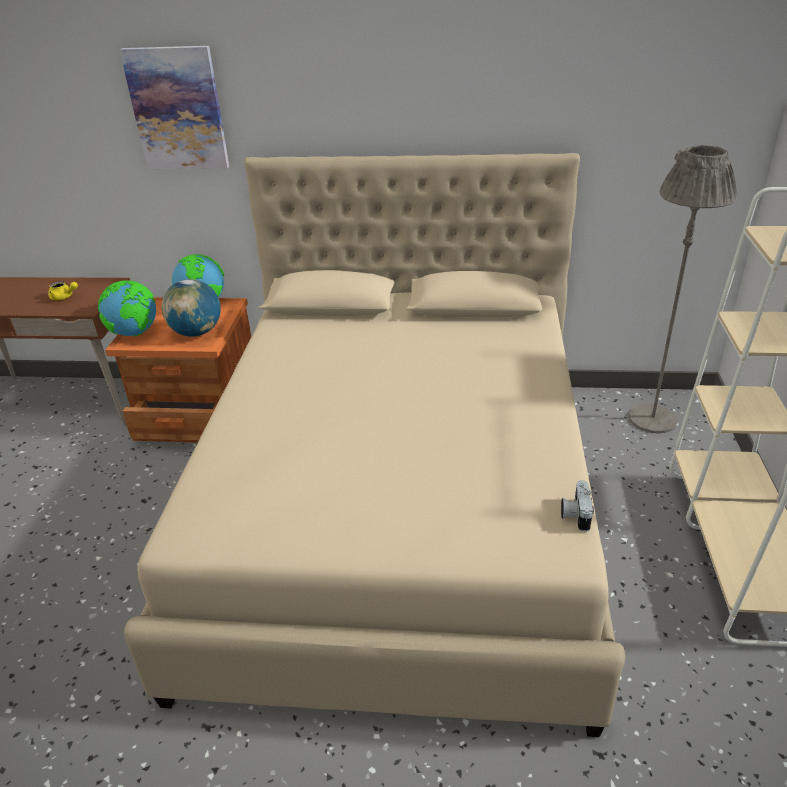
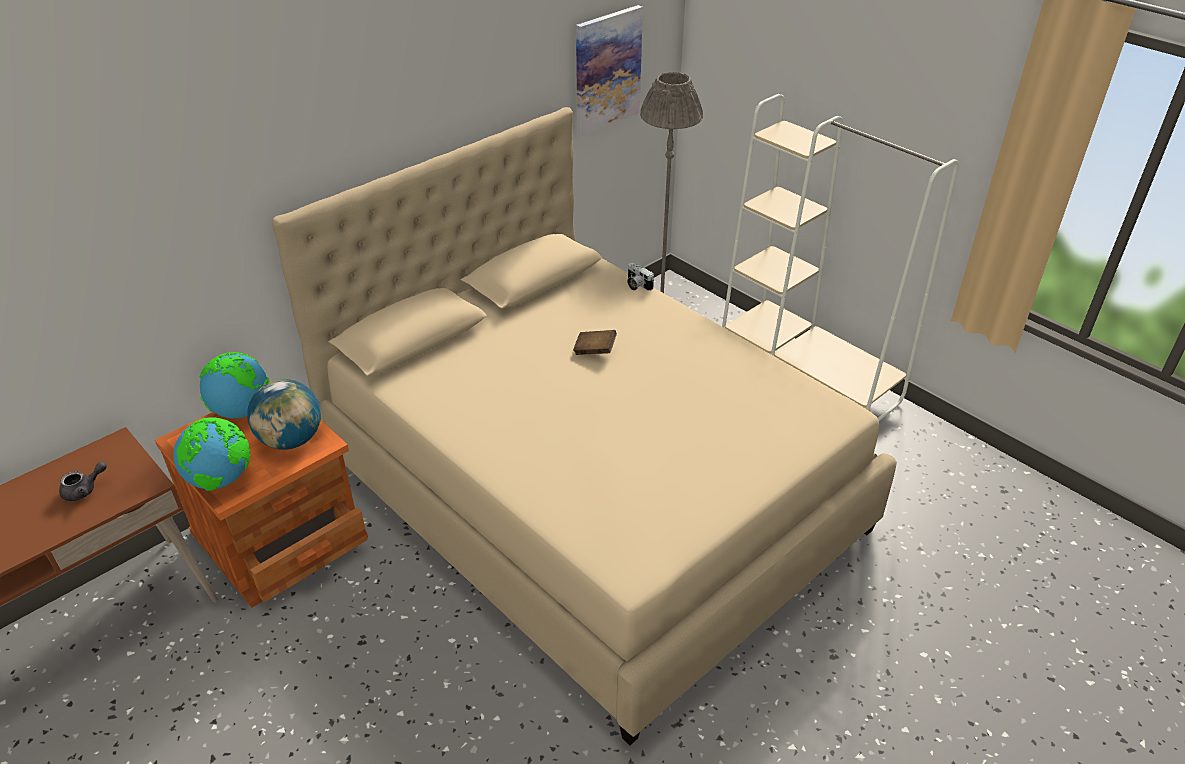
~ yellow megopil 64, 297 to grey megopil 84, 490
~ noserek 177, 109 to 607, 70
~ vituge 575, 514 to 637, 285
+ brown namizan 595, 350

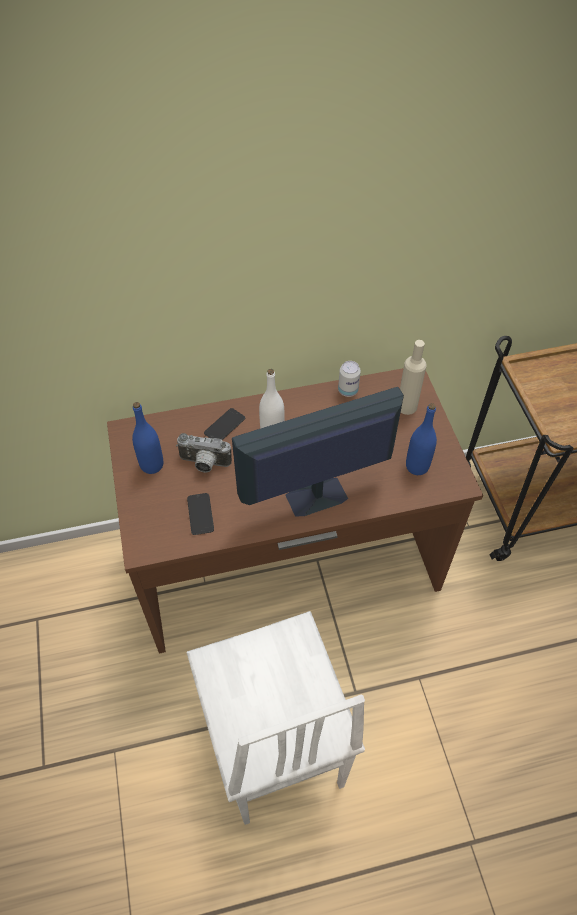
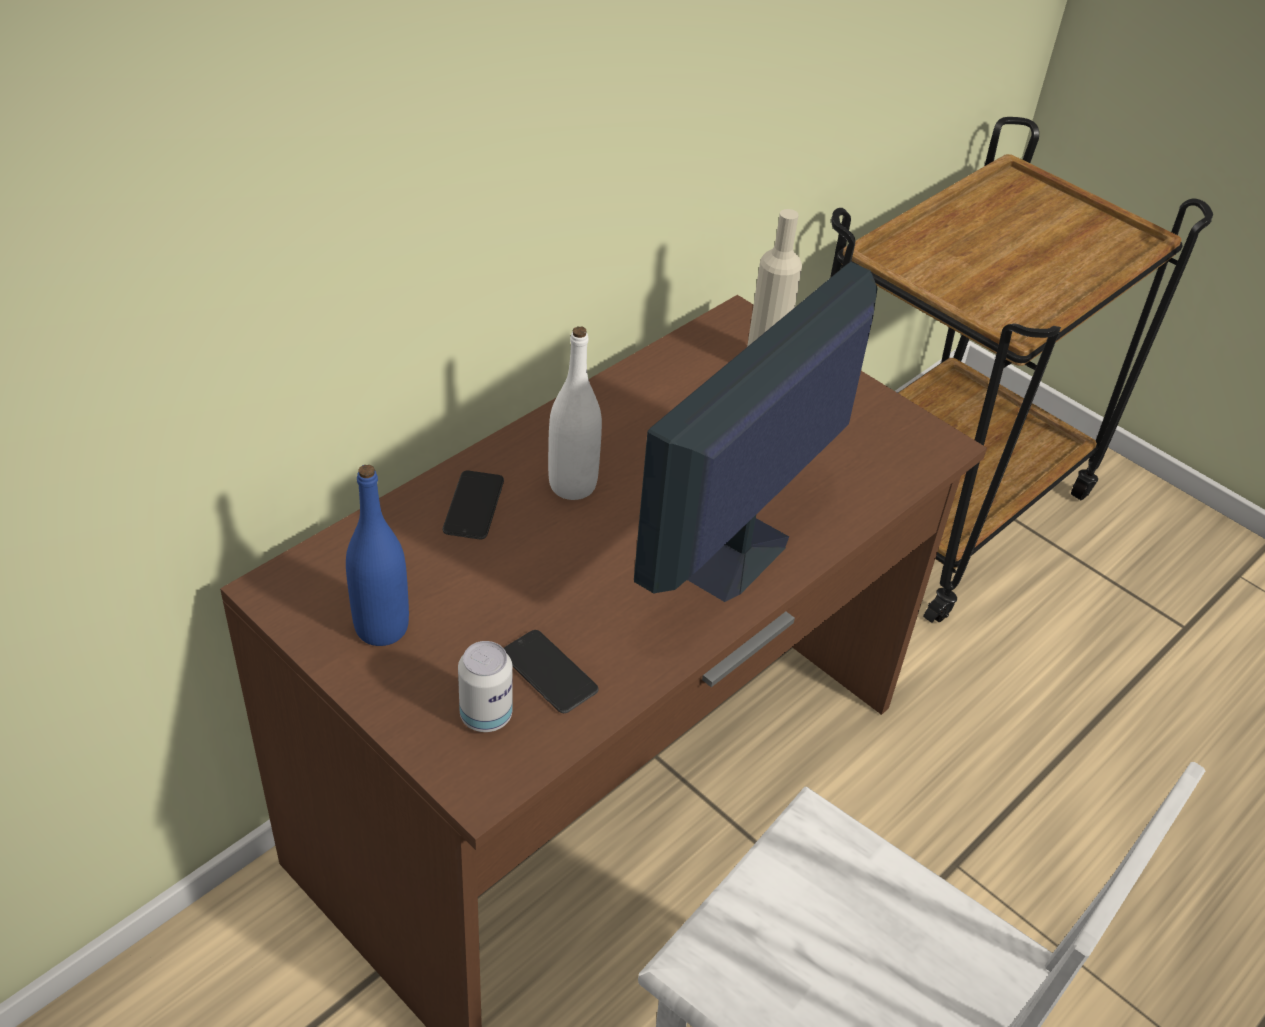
- vituge 204, 464
~ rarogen 348, 390 to 486, 715
- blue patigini 417, 466

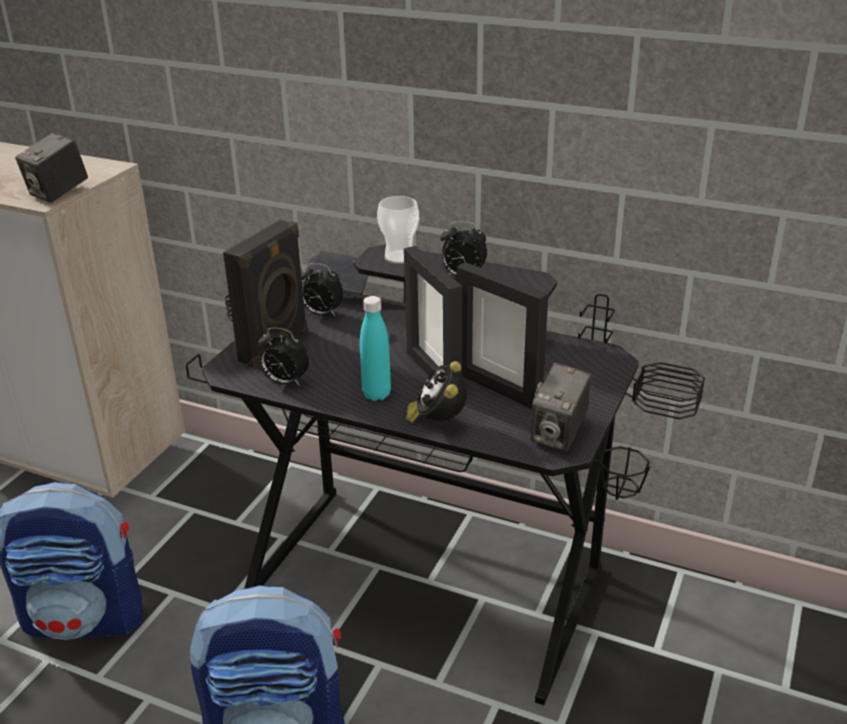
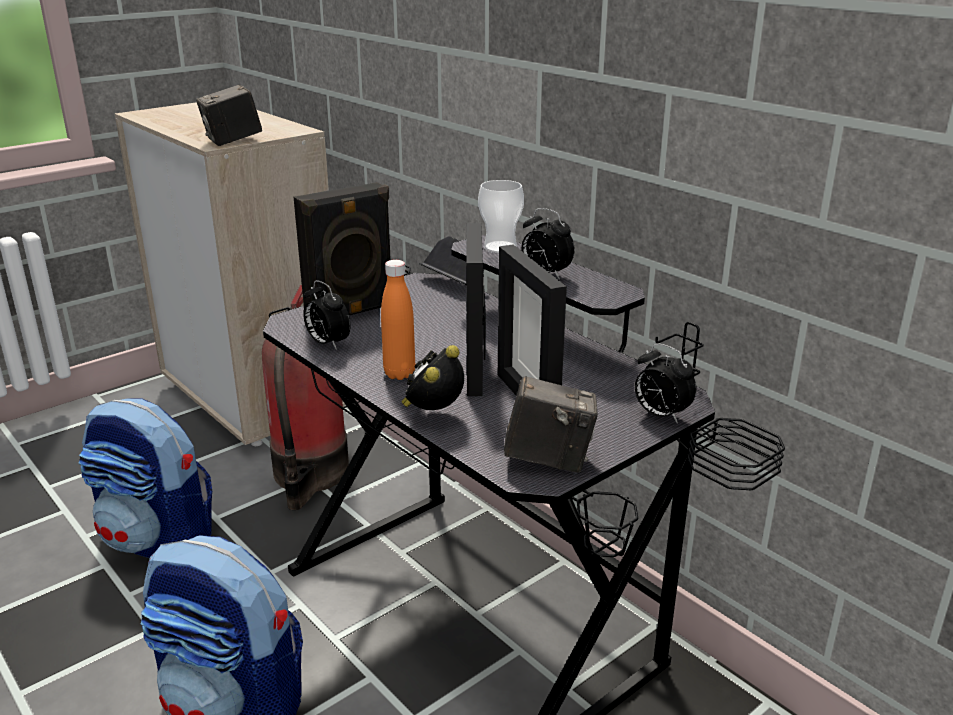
~ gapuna 322, 314 to 660, 415
~ turquoise patigini 376, 394 to orange patigini 399, 374
~ vituge 558, 435 = 548, 459 135 degrees counterclockwise
+ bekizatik 309, 475

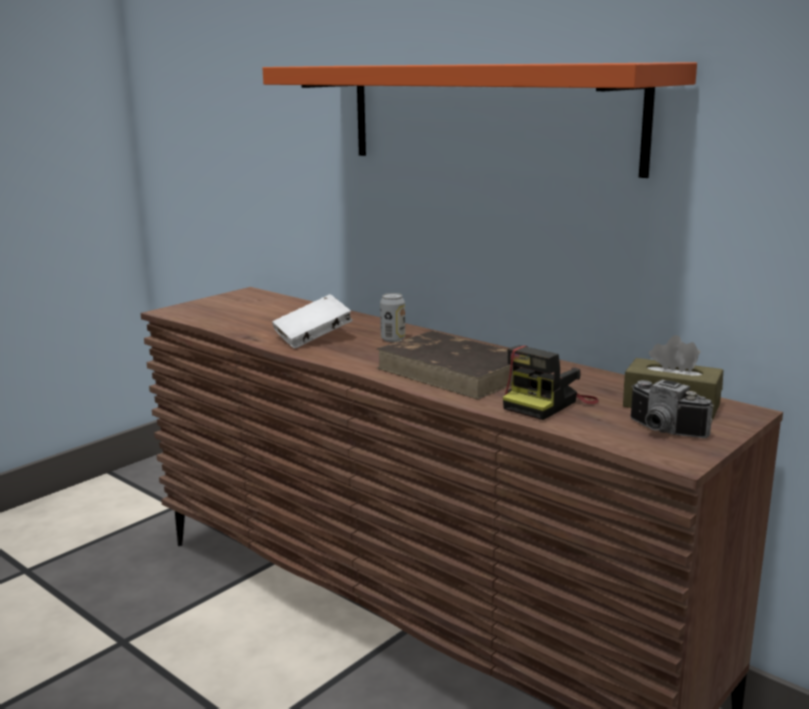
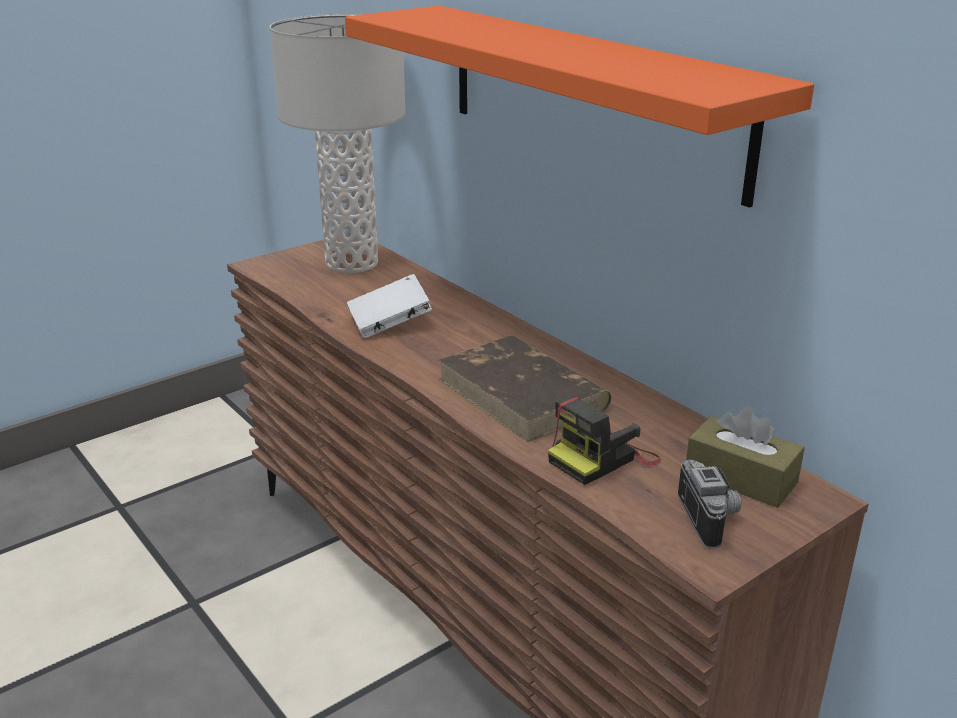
- rarogen 393, 339
~ vituge 662, 431 = 712, 519 150 degrees counterclockwise
+ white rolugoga 352, 263

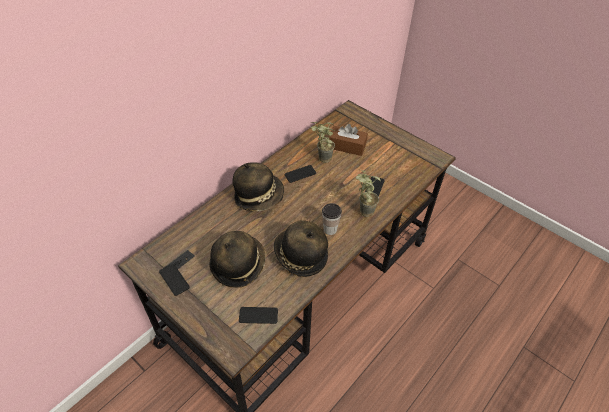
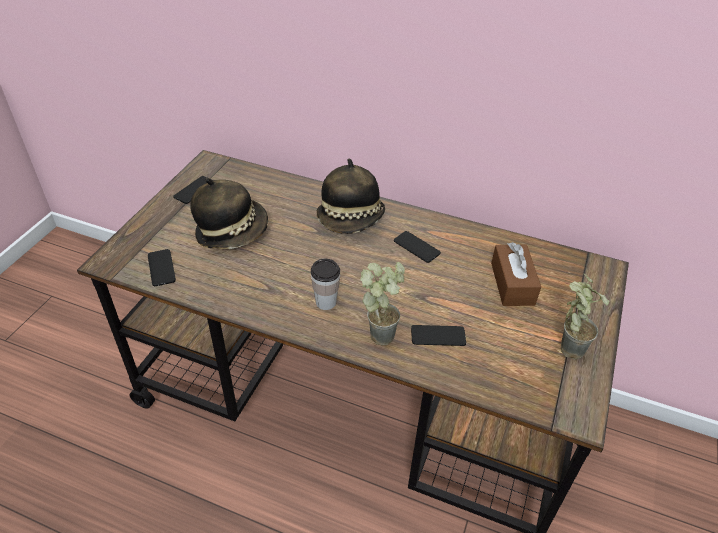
- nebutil 300, 256
~ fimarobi 320, 159 to 566, 345

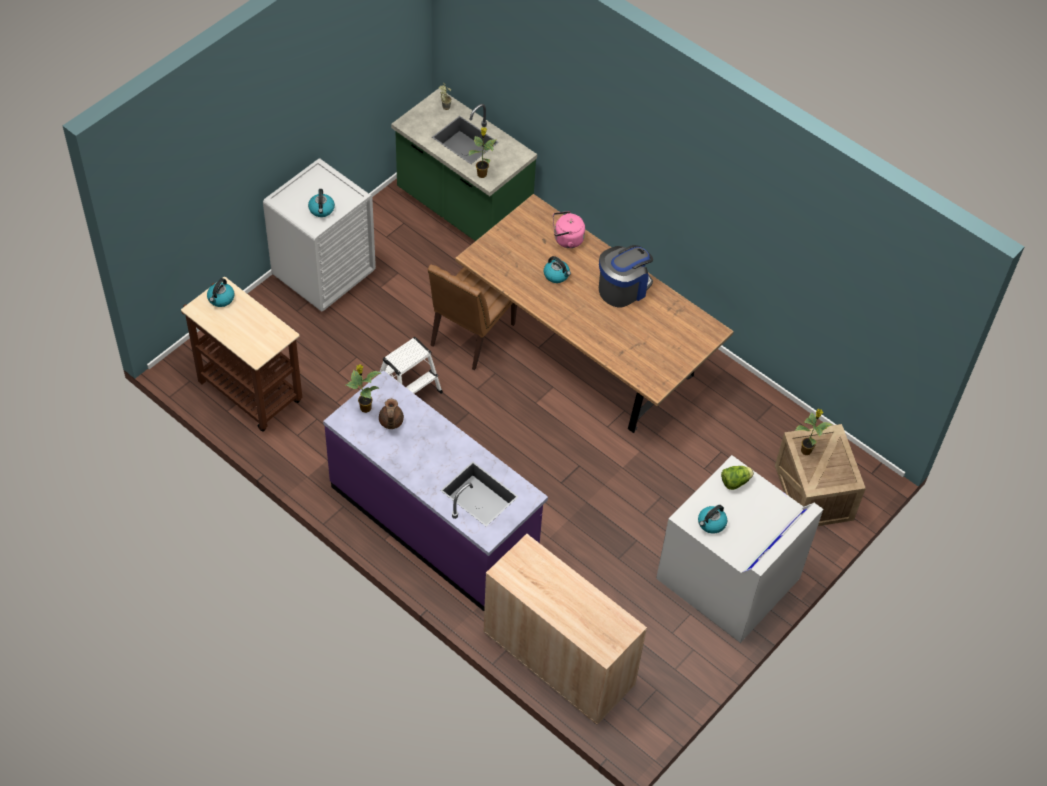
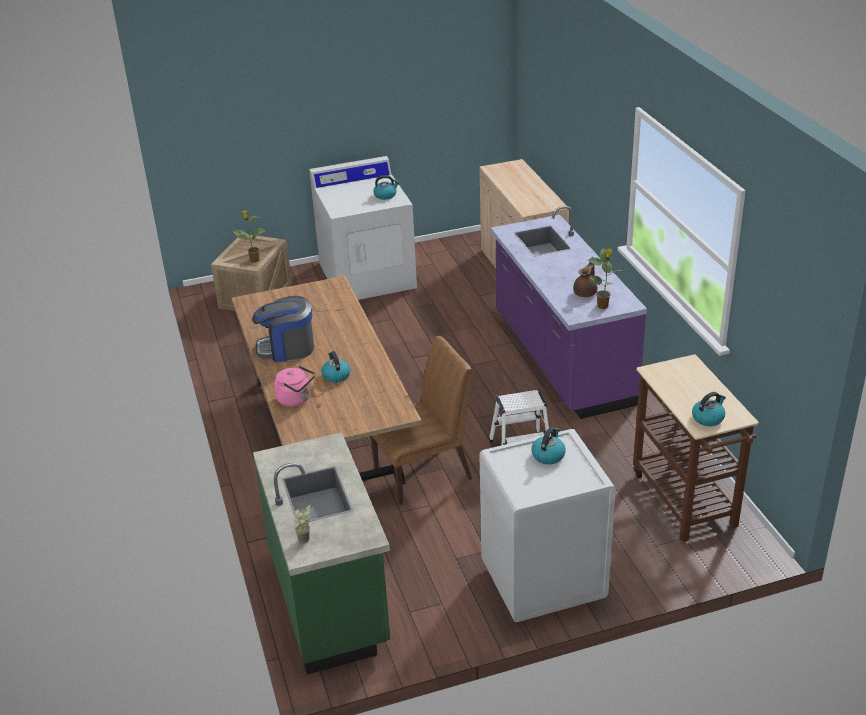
- fimarobi 482, 173
- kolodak 735, 482

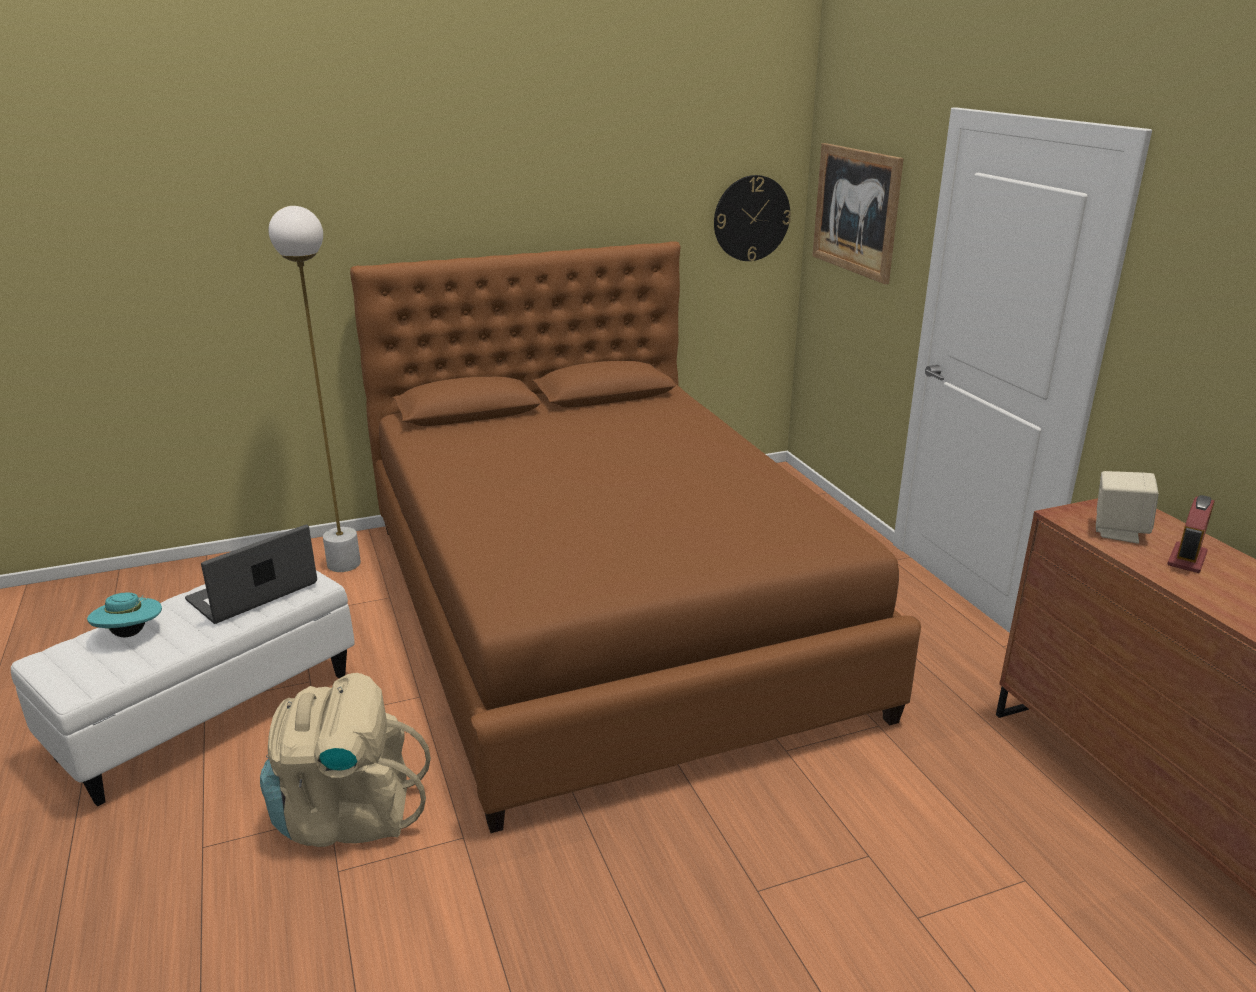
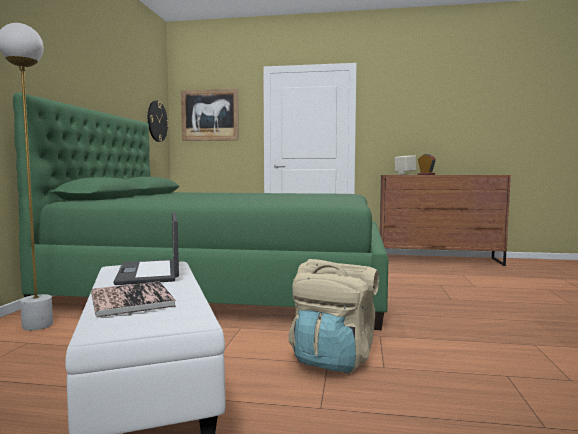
~ turquoise nebutil 130, 634 to namizan 131, 300
~ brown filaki 602, 611 to green filaki 229, 286

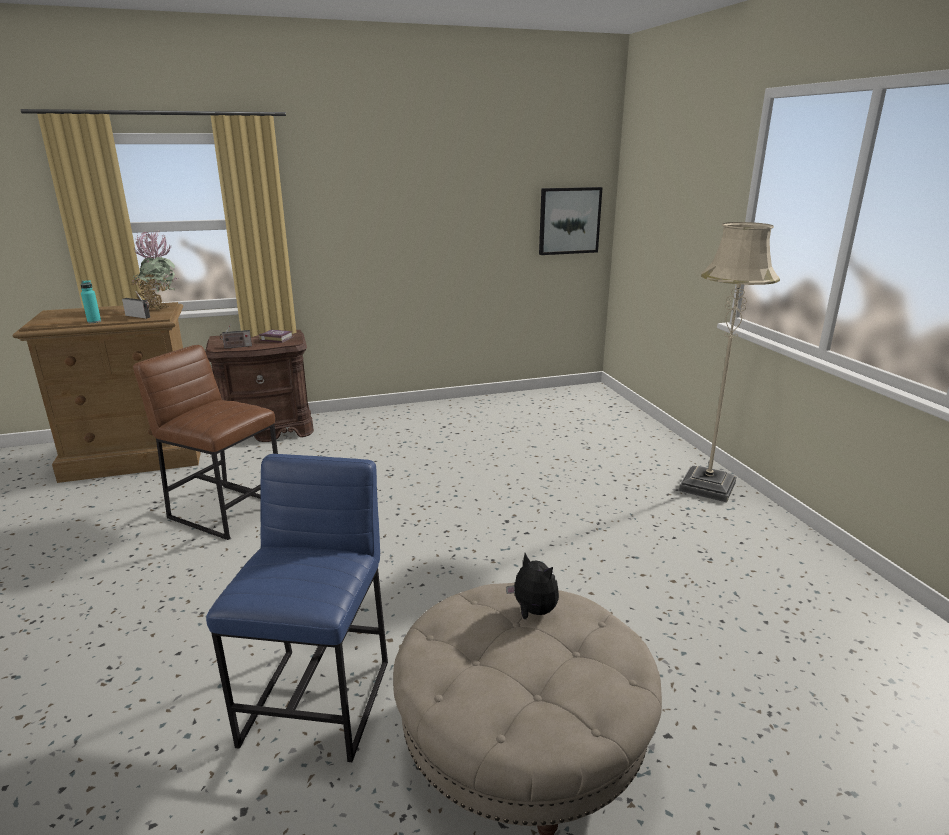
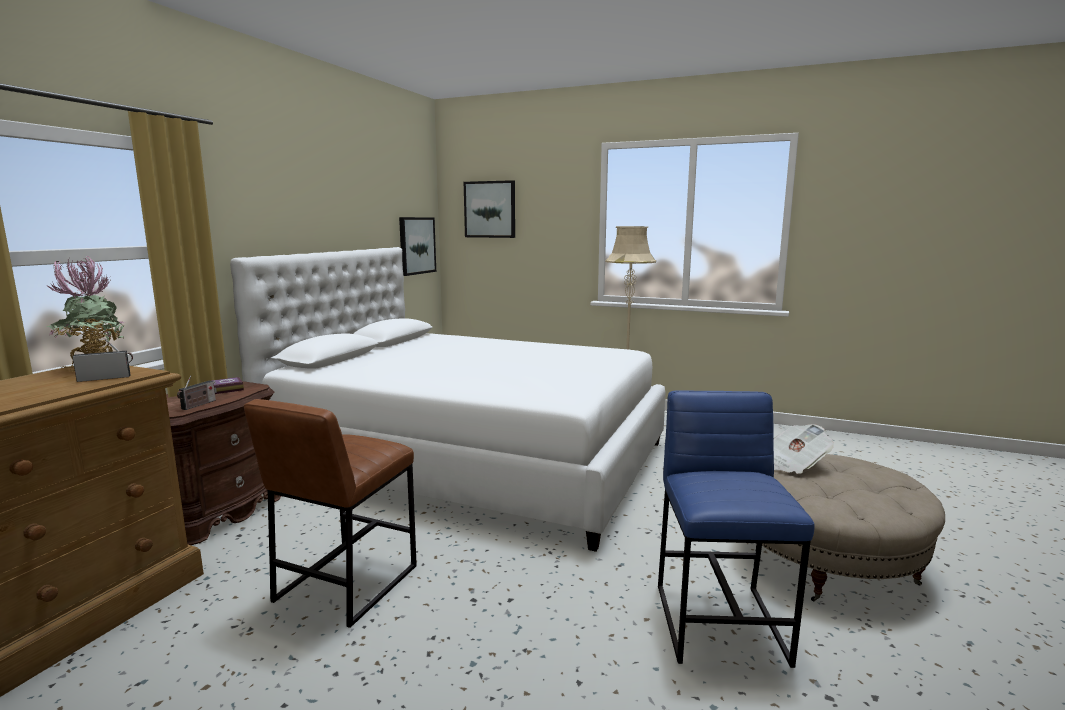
- turquoise patigini 94, 321
~ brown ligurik 225, 510 = 345, 584 45 degrees counterclockwise
~ blue ligurik 318, 699 = 719, 621 45 degrees clockwise
~ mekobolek 533, 612 to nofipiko 793, 464
+ white filaki 470, 458
+ noserek 490, 209

